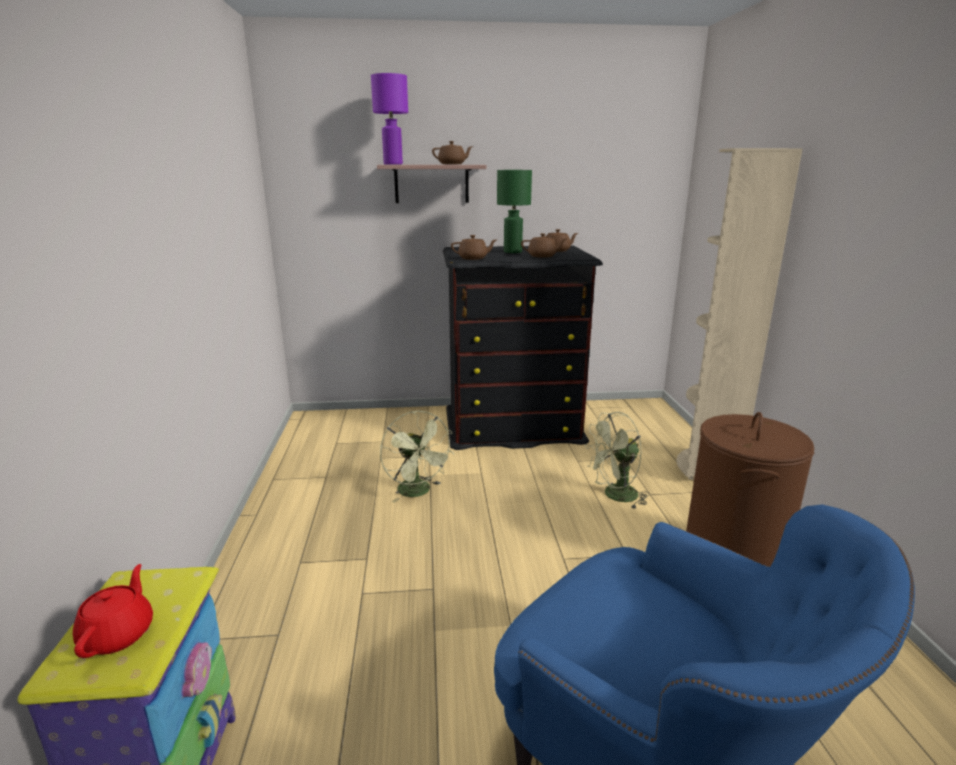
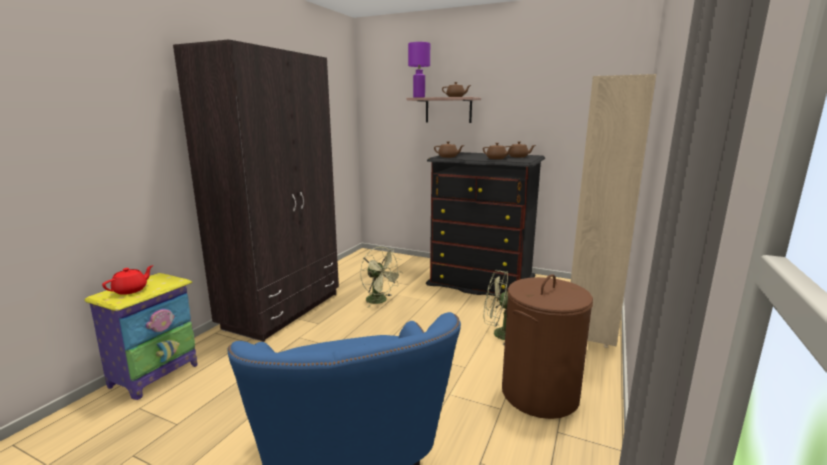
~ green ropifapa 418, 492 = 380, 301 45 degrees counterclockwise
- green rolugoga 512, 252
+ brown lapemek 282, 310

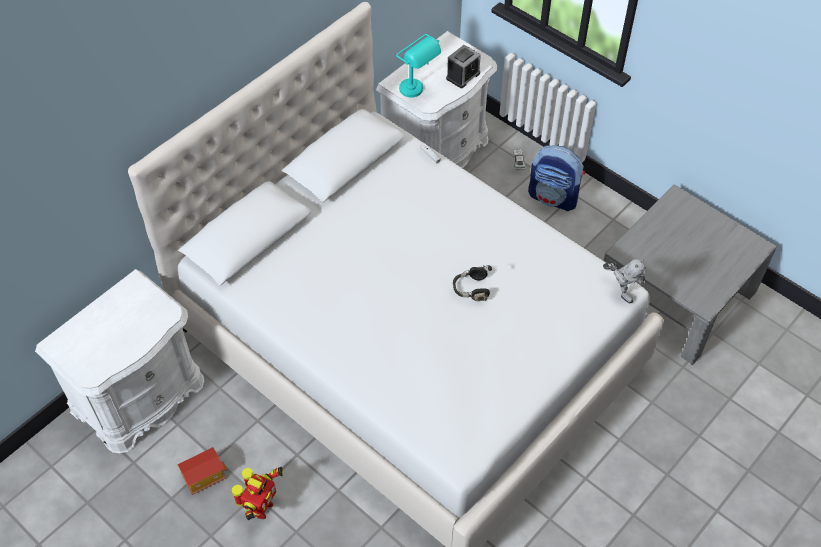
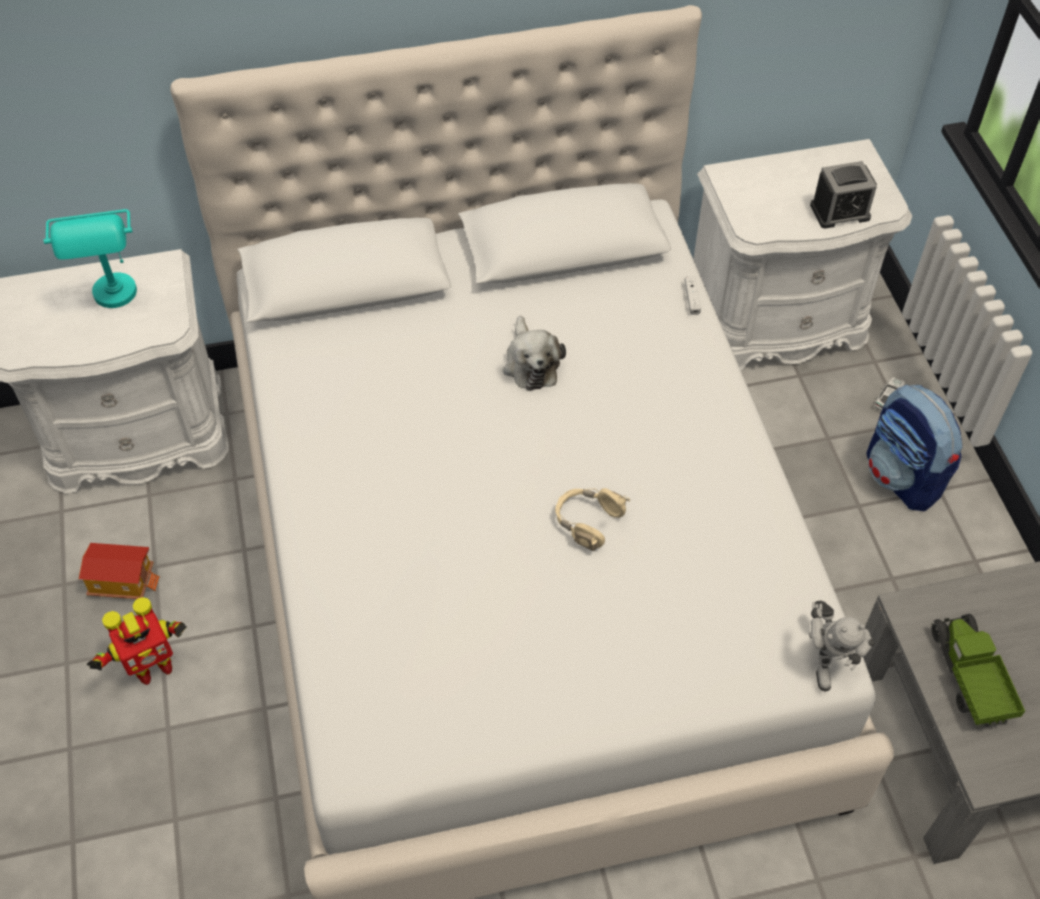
~ turquoise rolugoga 417, 92 to 117, 303
~ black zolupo 471, 289 to beige zolupo 588, 522
+ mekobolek 530, 363
+ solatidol 968, 678

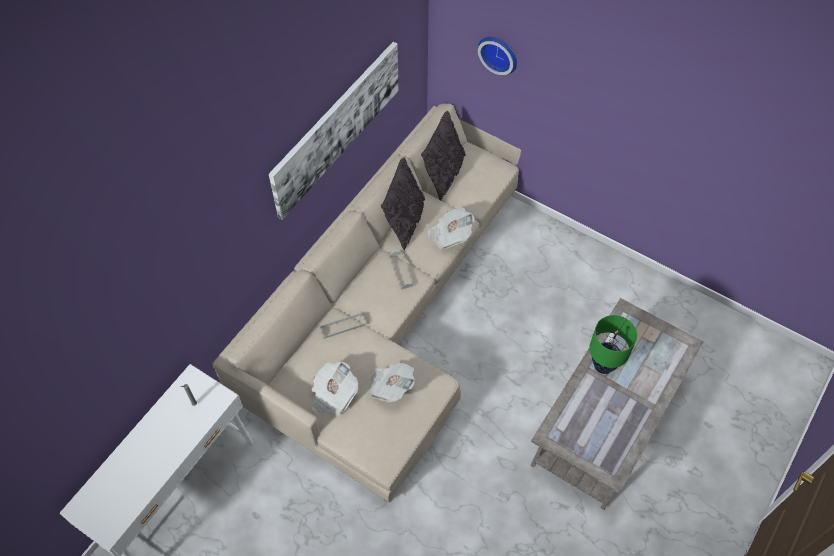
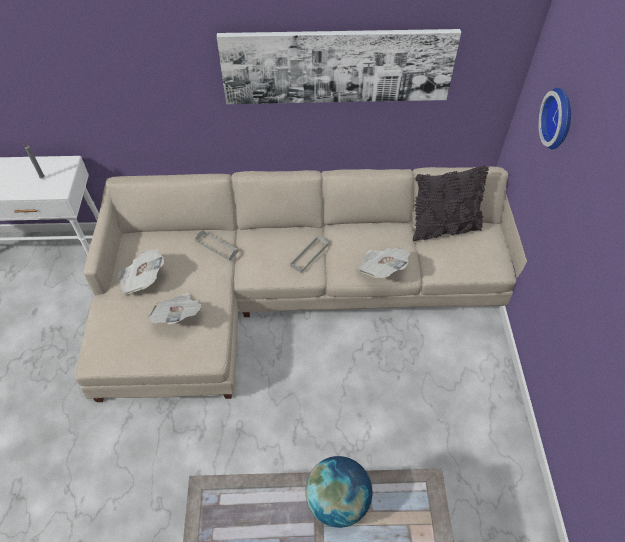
- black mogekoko 405, 222
~ green rolugoga 604, 364 to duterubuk 337, 500

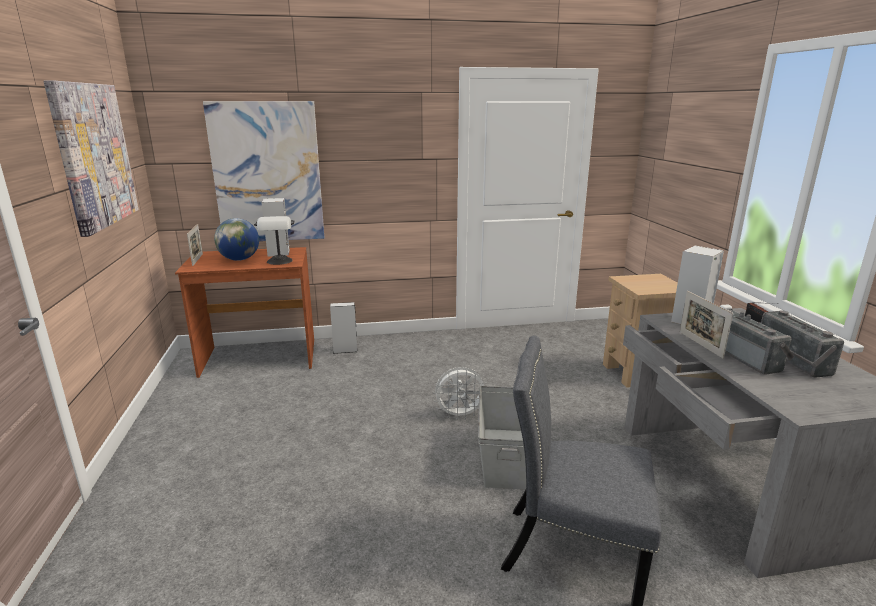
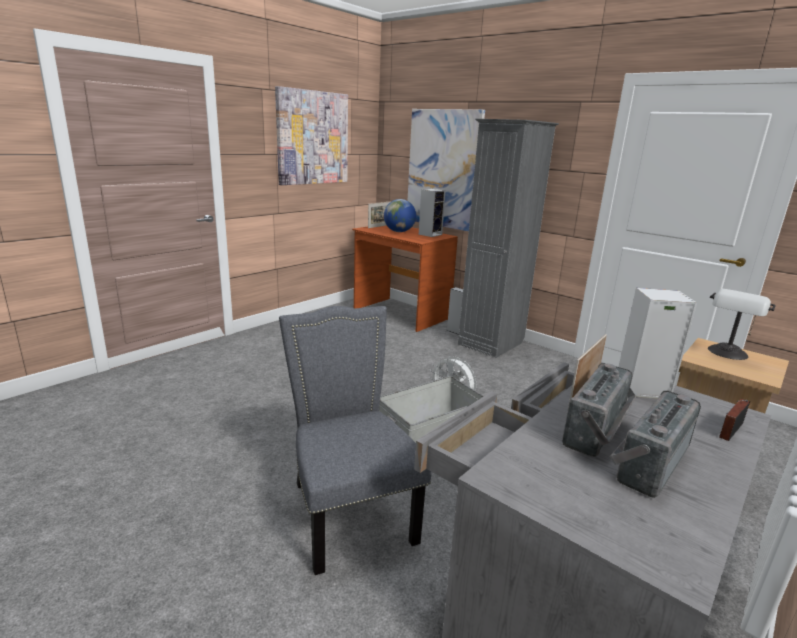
~ rolugoga 280, 262 to 727, 355
+ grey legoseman 491, 343

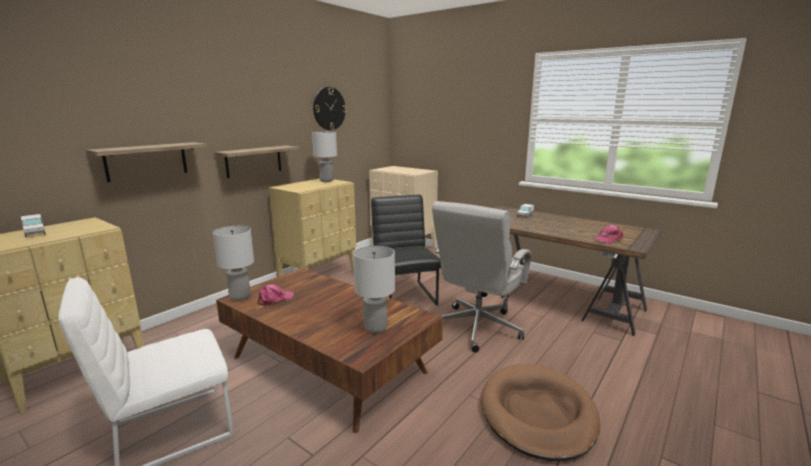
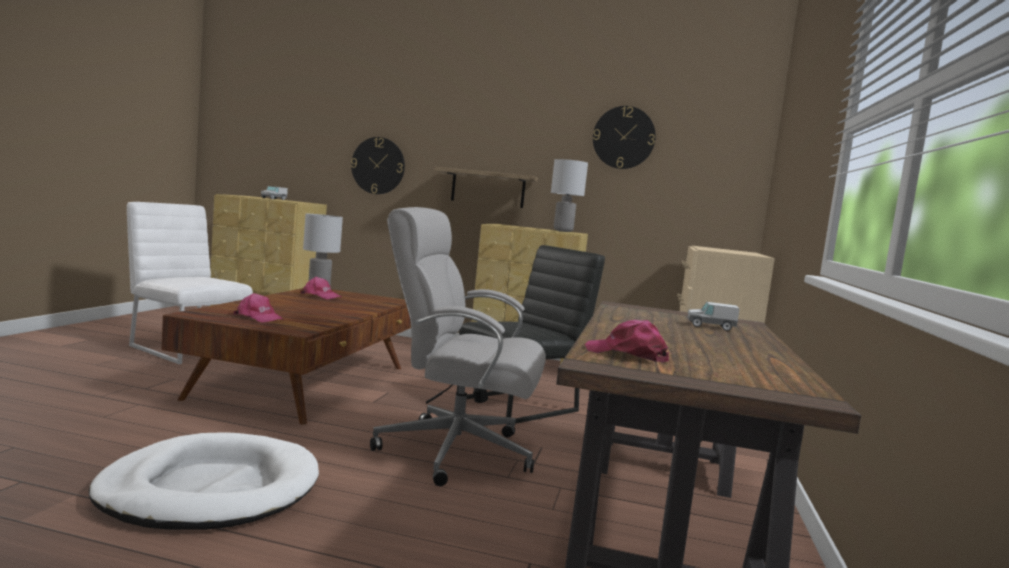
~ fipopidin 146, 161 to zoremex 378, 165
~ grey rolugoga 375, 329 to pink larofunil 259, 317
~ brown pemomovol 537, 414 to white pemomovol 210, 489

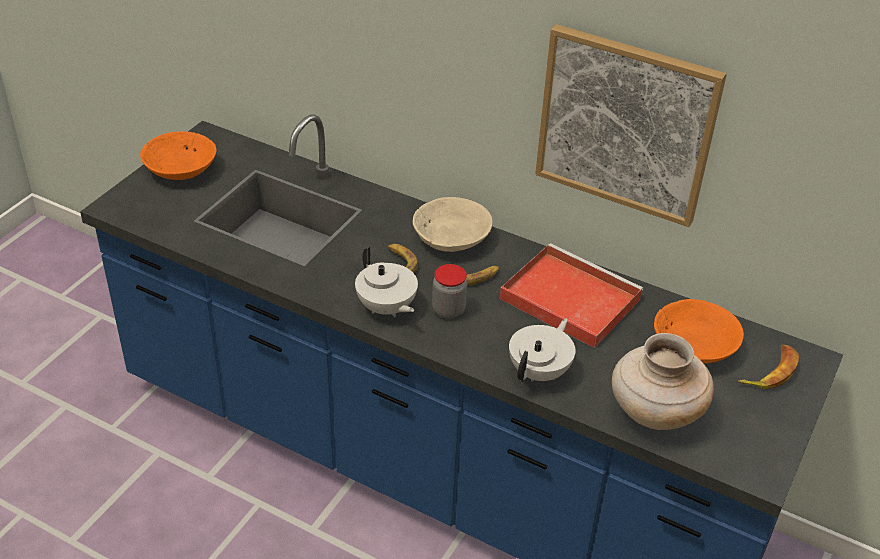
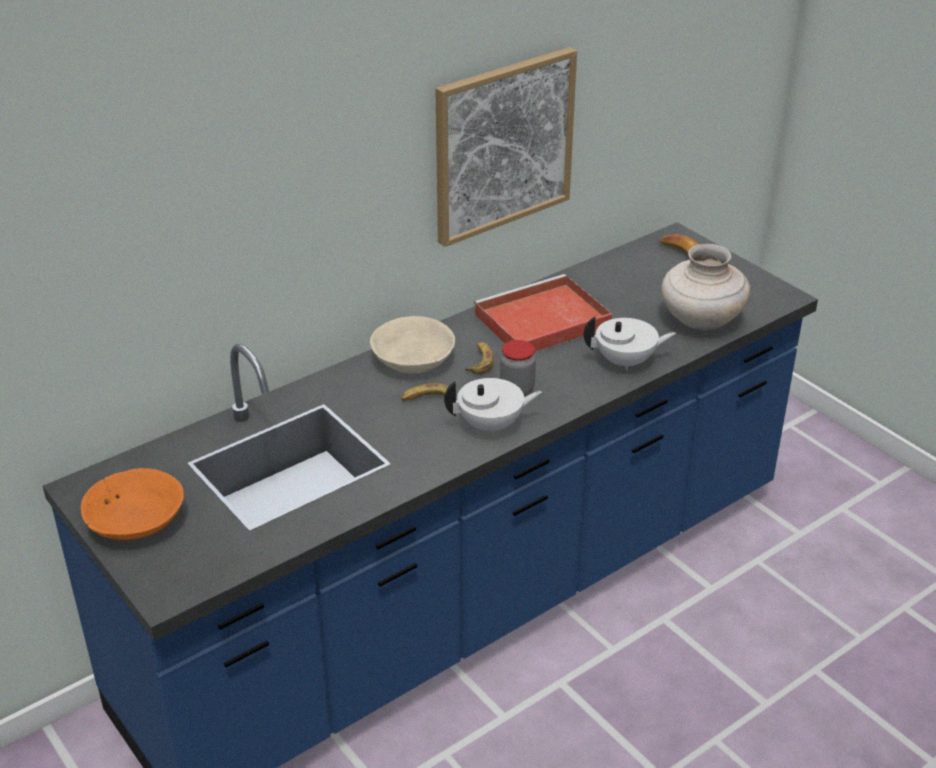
~ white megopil 540, 371 = 626, 362 120 degrees clockwise
- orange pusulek 694, 346

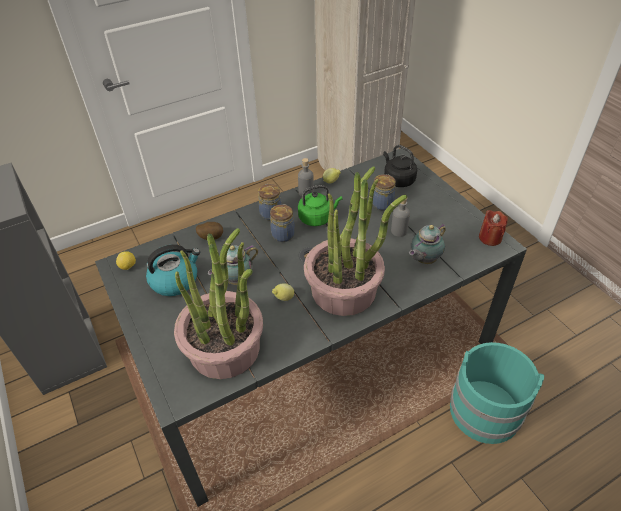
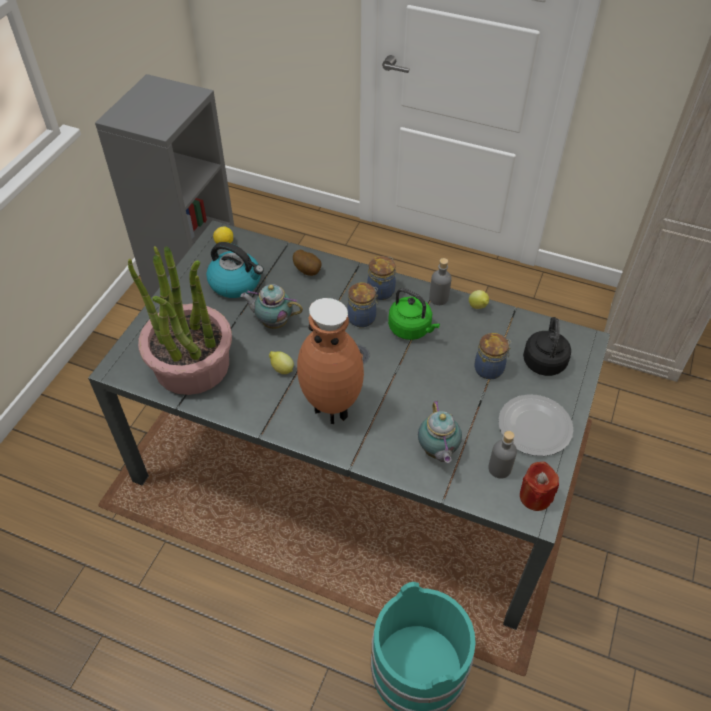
~ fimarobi 344, 290 to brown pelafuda 332, 409
~ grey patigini 399, 231 to 499, 468
~ megopil 424, 260 = 437, 452 105 degrees counterclockwise
+ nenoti 534, 427

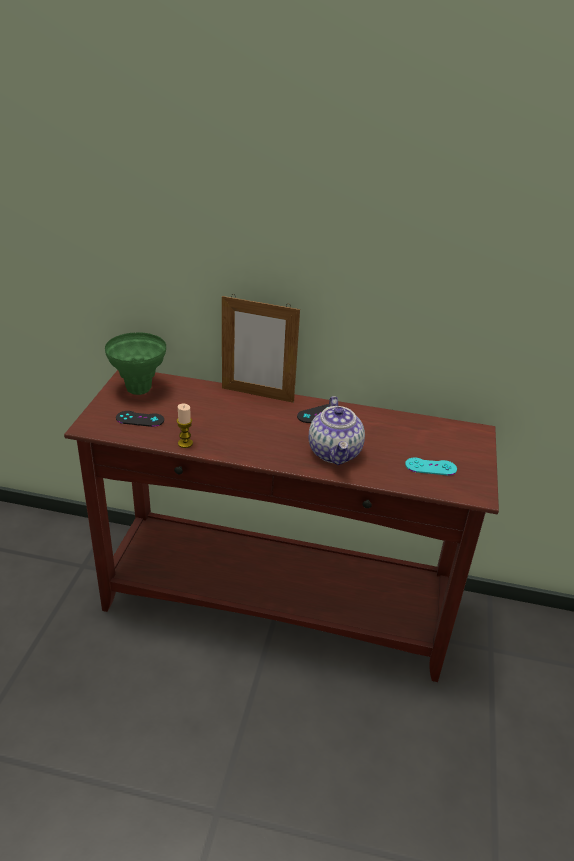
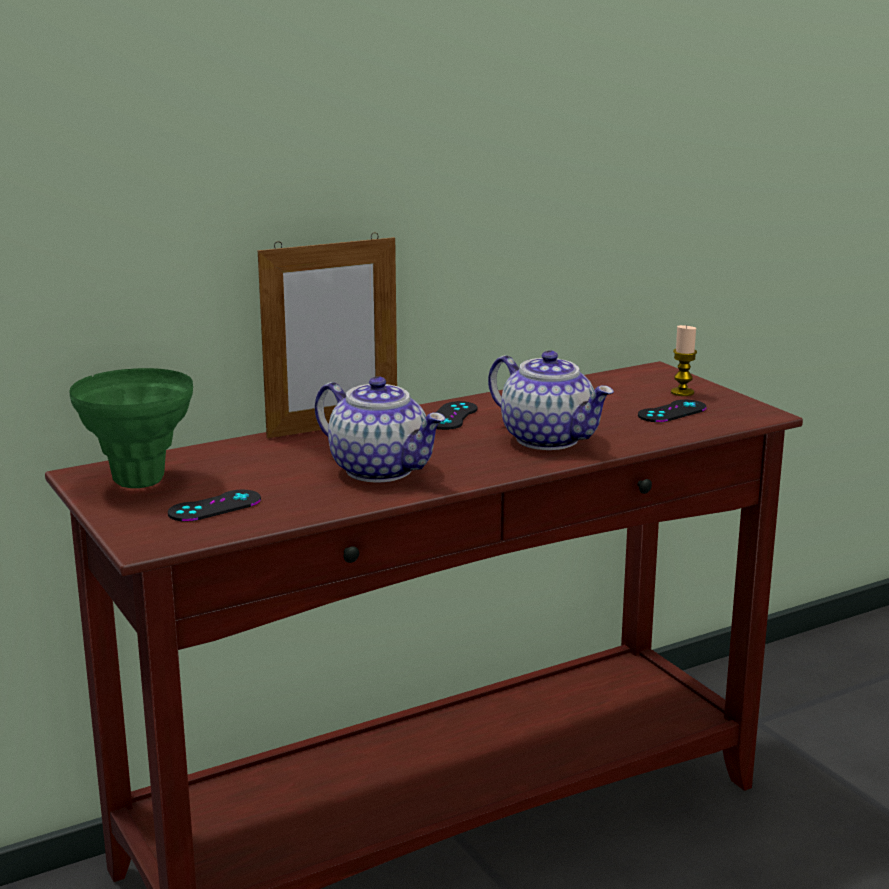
~ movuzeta 185, 443 to 682, 392
~ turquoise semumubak 430, 467 to black semumubak 672, 412
+ megopil 381, 470

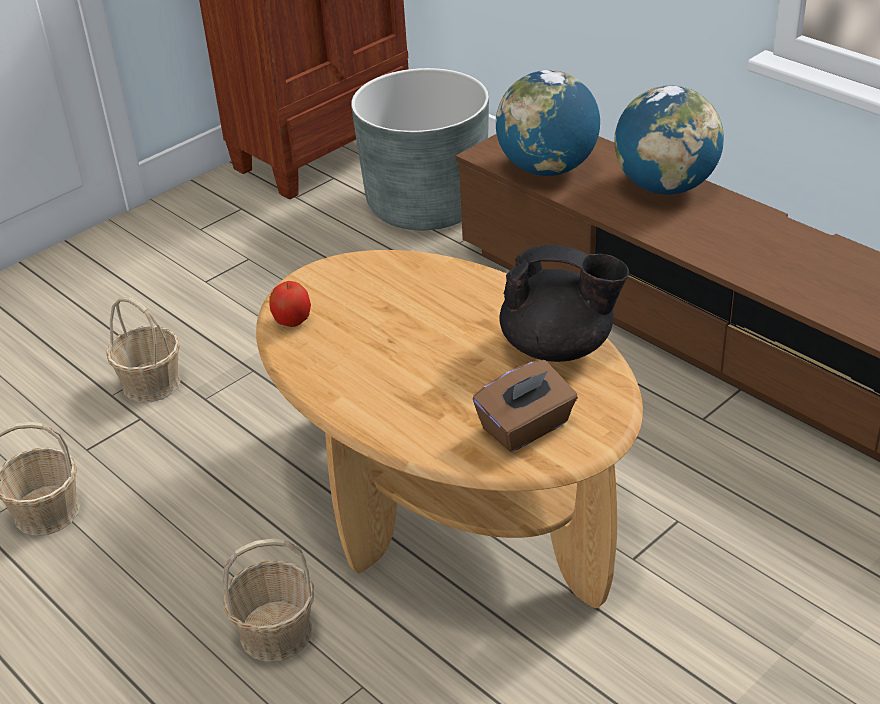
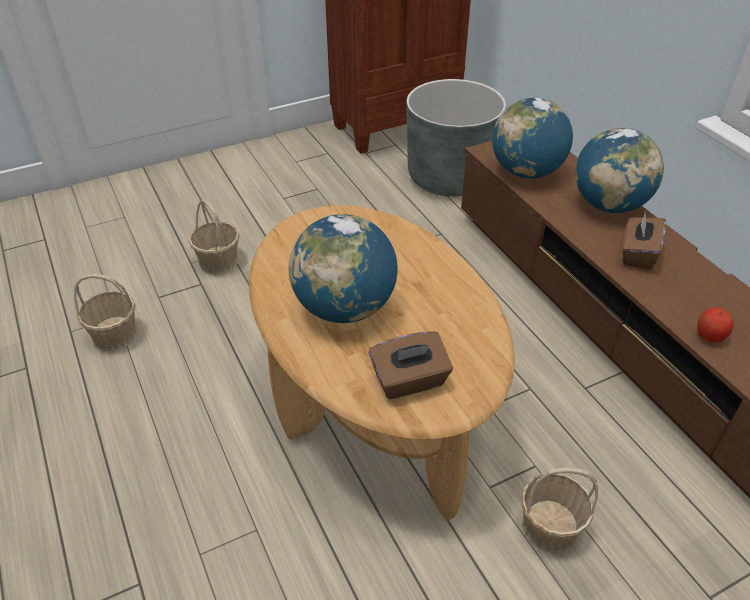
~ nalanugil 275, 632 to 549, 526
~ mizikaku 292, 321 to 709, 336
- black megopil 559, 347
+ duterubuk 345, 308
+ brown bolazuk 637, 254

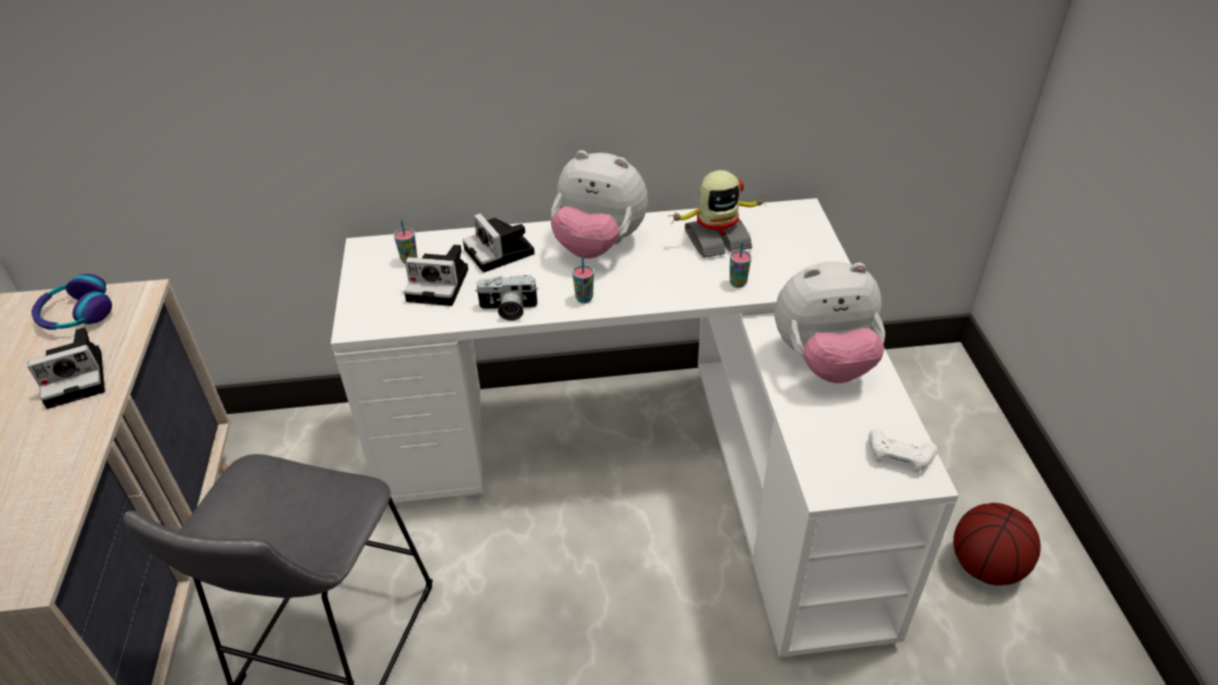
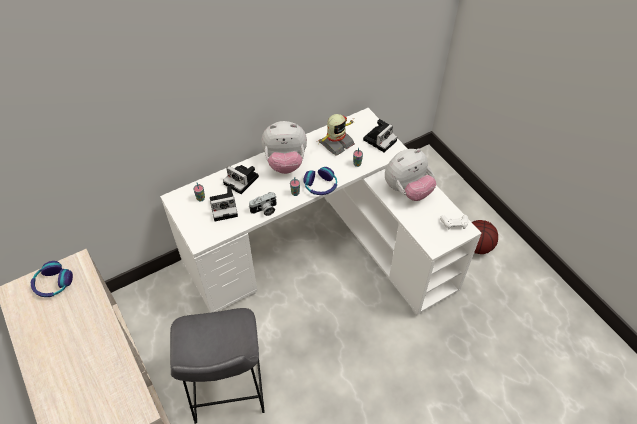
~ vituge 78, 377 to 380, 139
+ zolupo 320, 185

